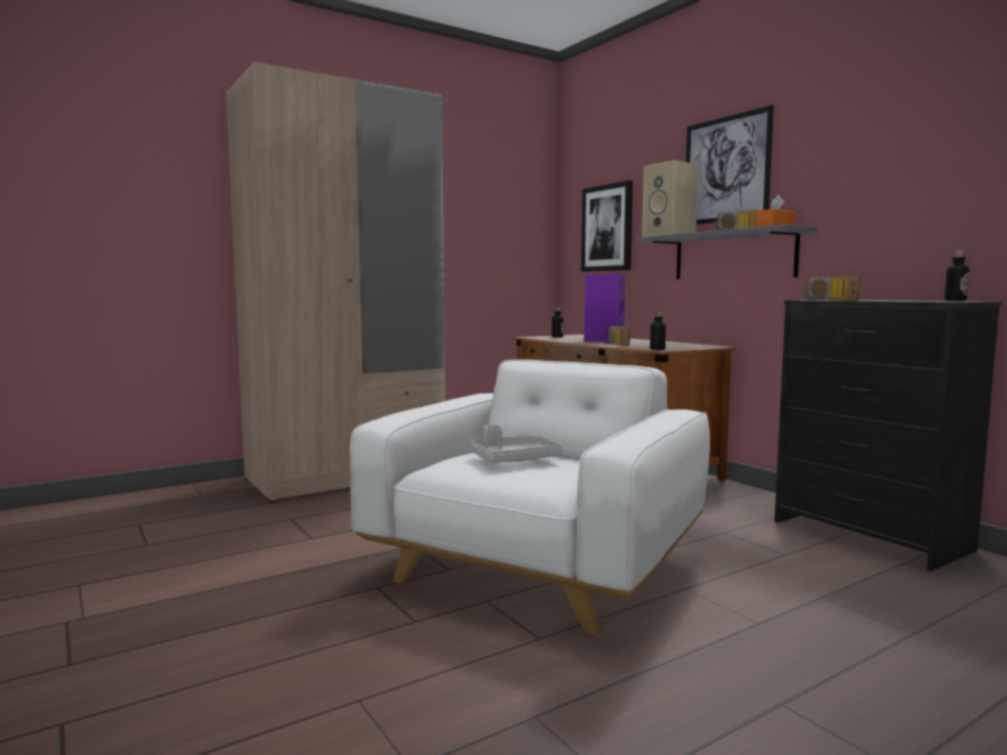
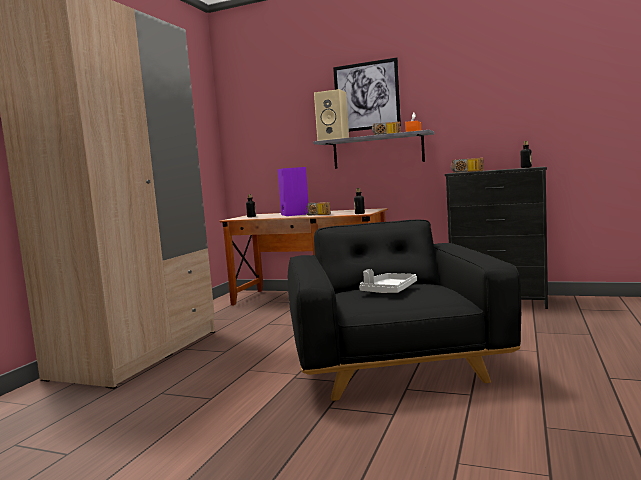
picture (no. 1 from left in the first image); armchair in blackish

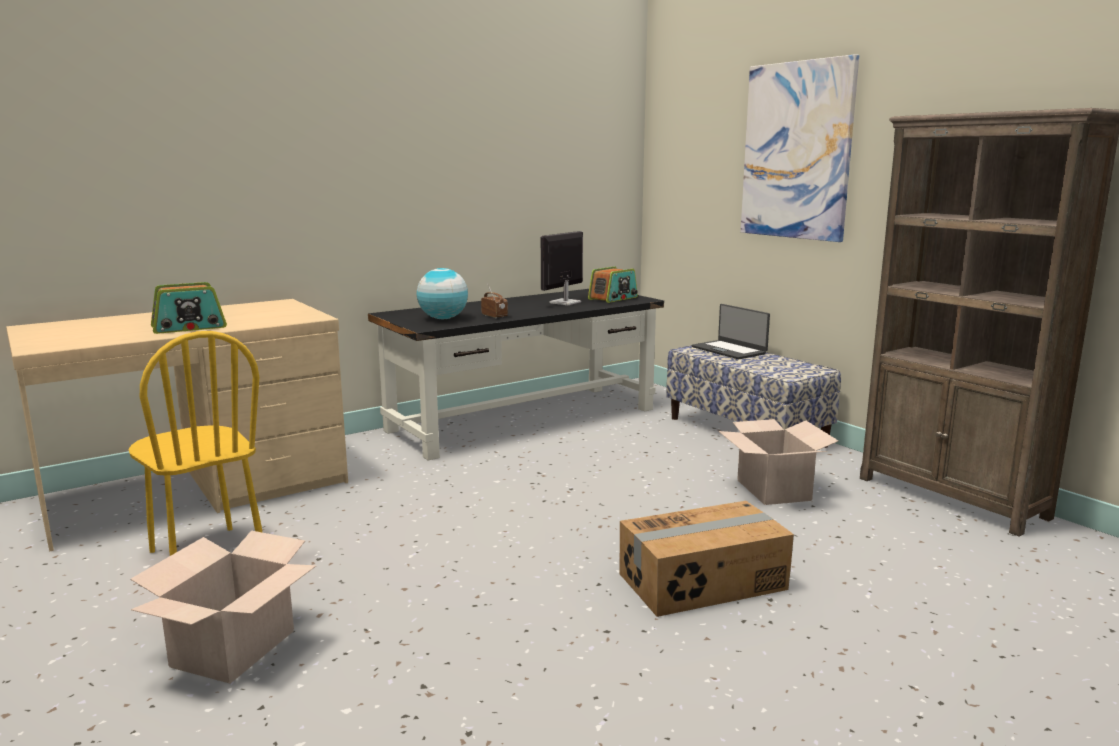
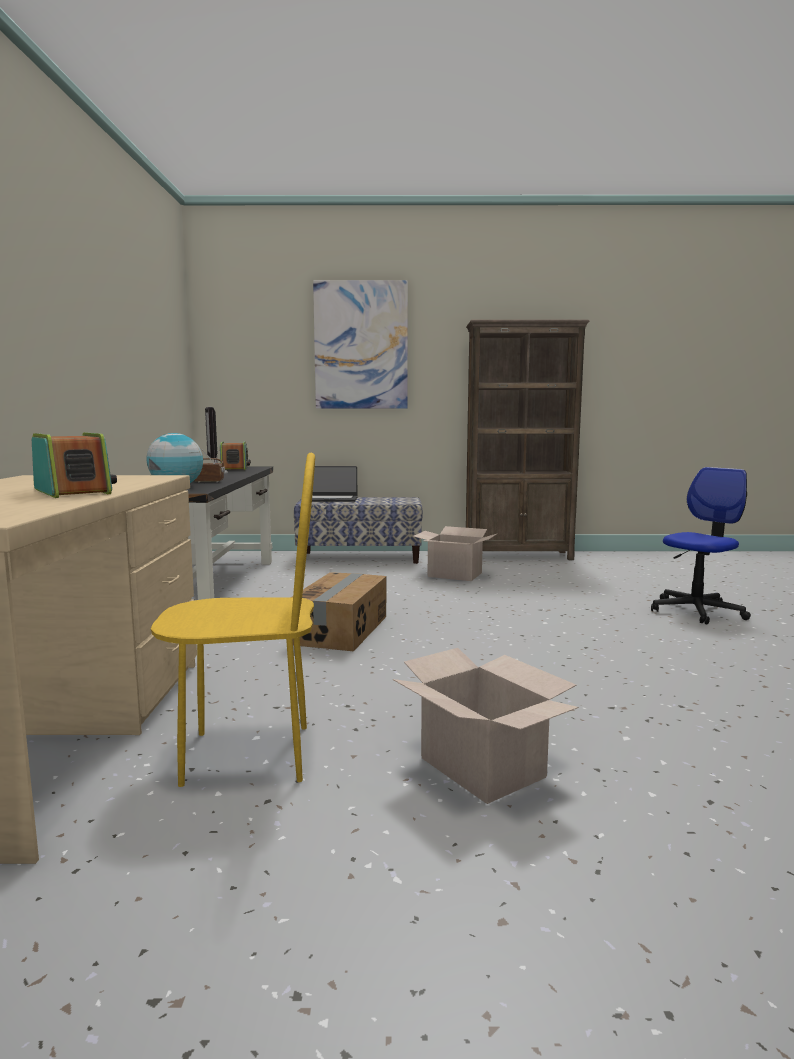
office chair; packing box (no. 1 from left); radio (no. 1 from left)

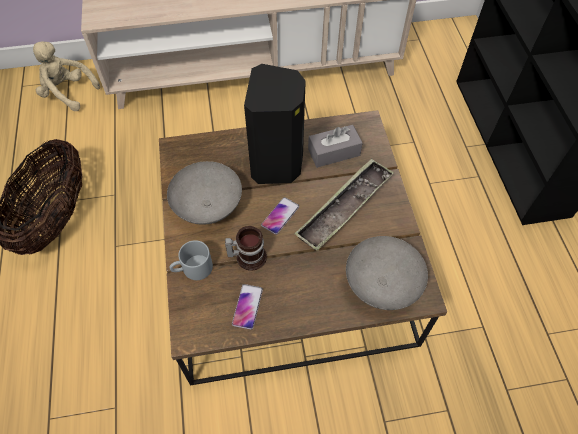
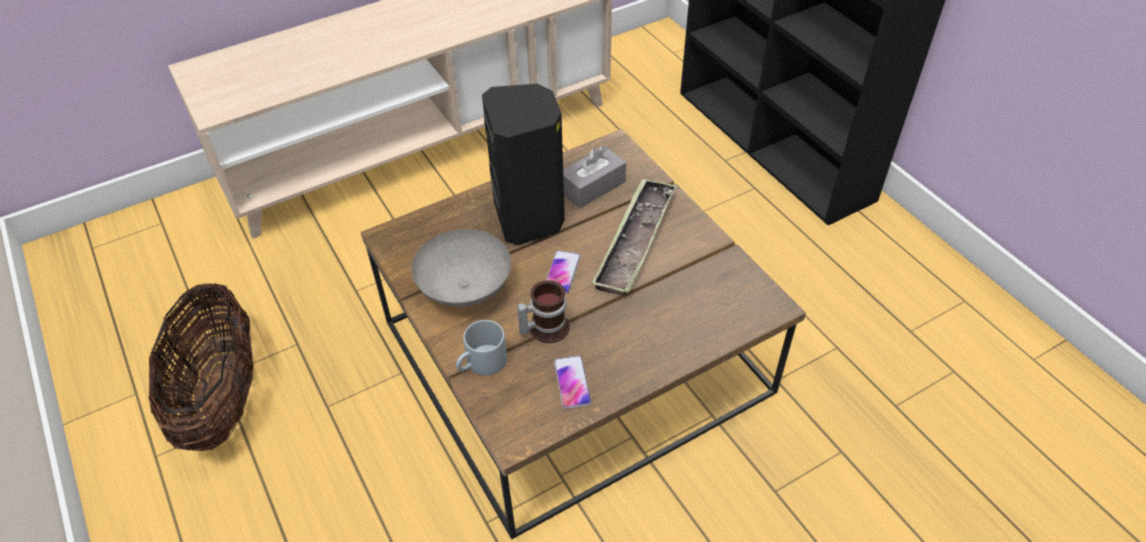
plush toy in beige-coloured; deep dish in gray (no. 2 from left in the first image)

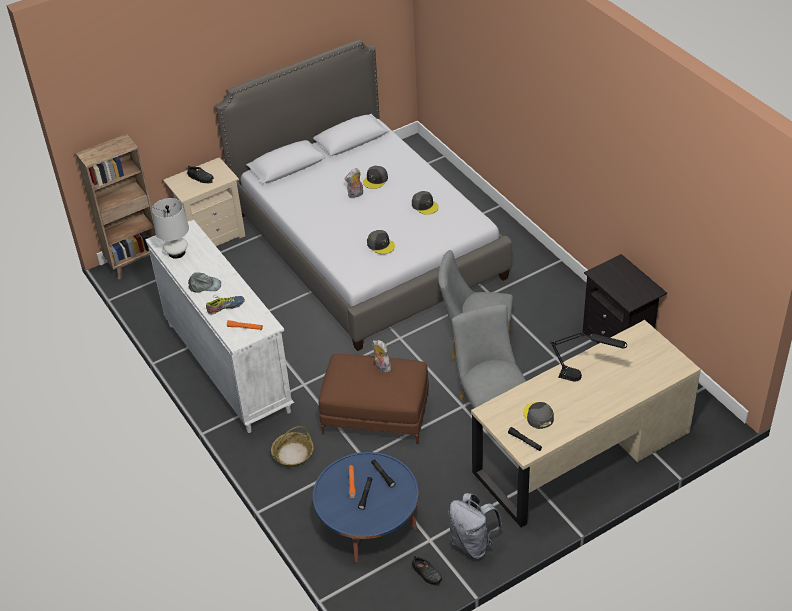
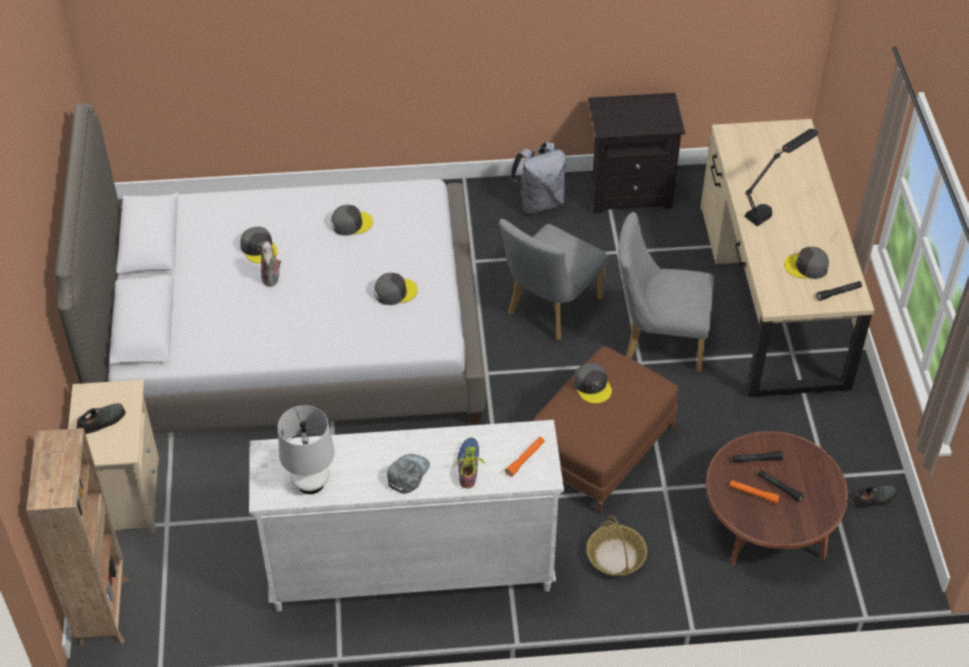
knapsack in gray; cap in gray (no. 5 from left); low table in brown-coloured

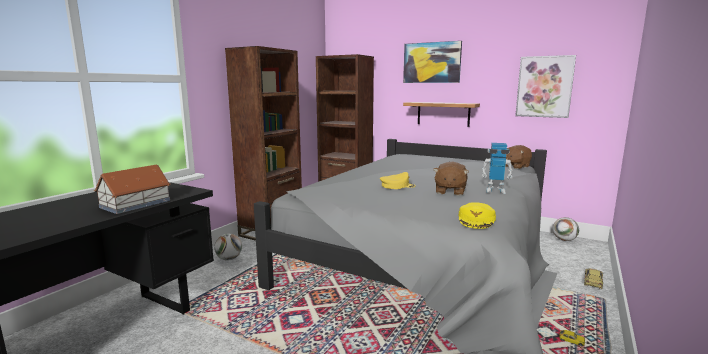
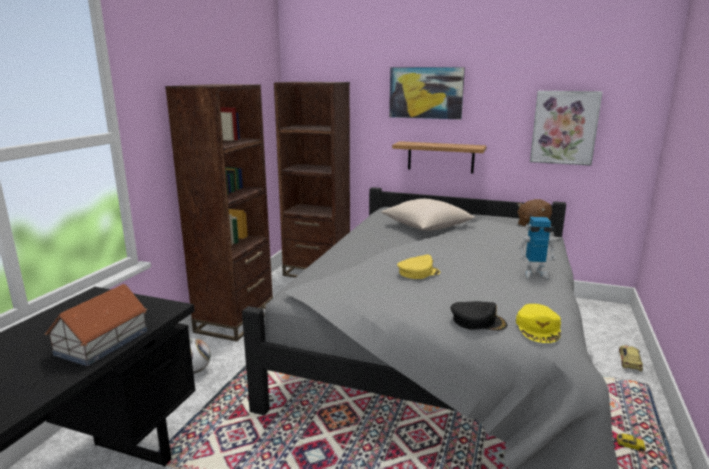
plush toy in brown-coloured (no. 1 from left in the first image); ball for football (no. 2 from left in the first image); throw pillow in beige-coloured; cap in blackish

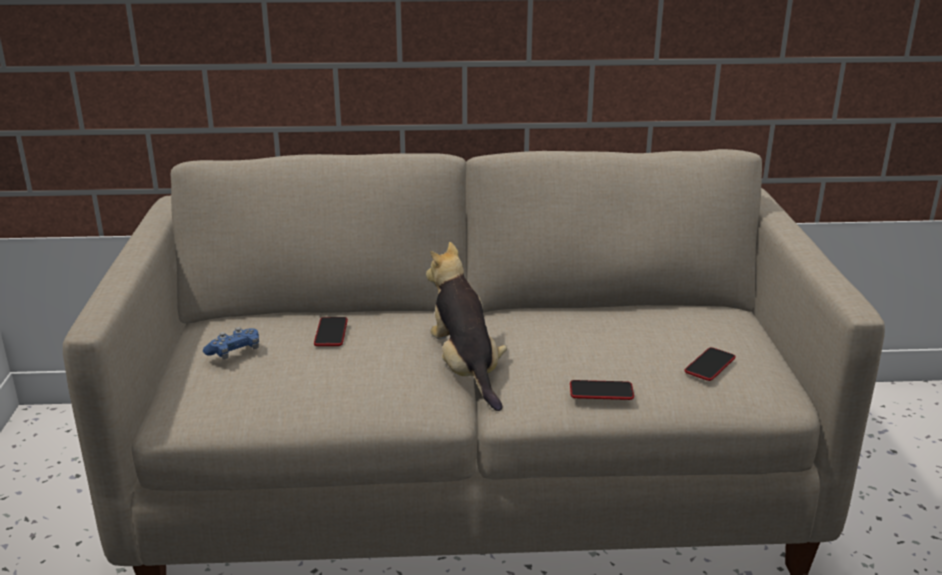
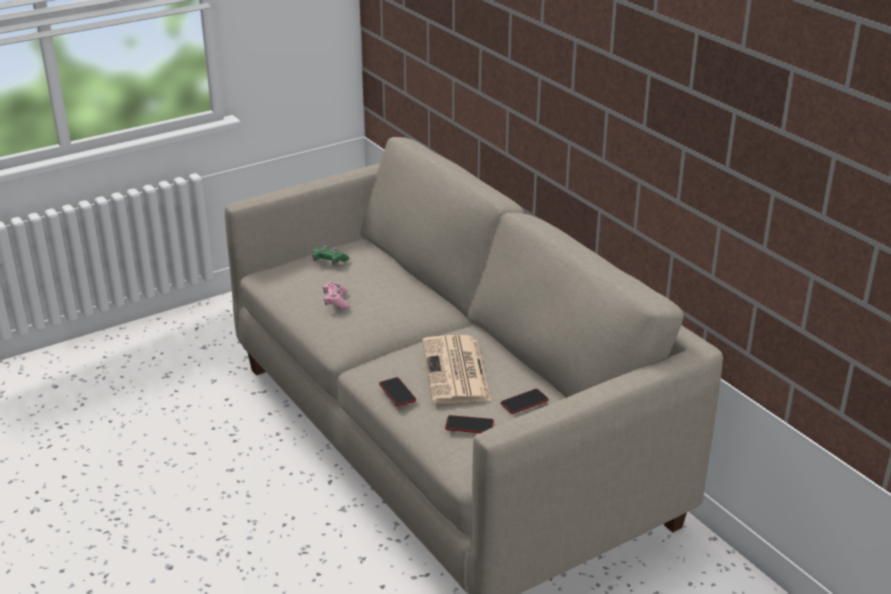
plush toy; game controller in pink-coloured; daily paper; phone (no. 3 from left); game controller in green

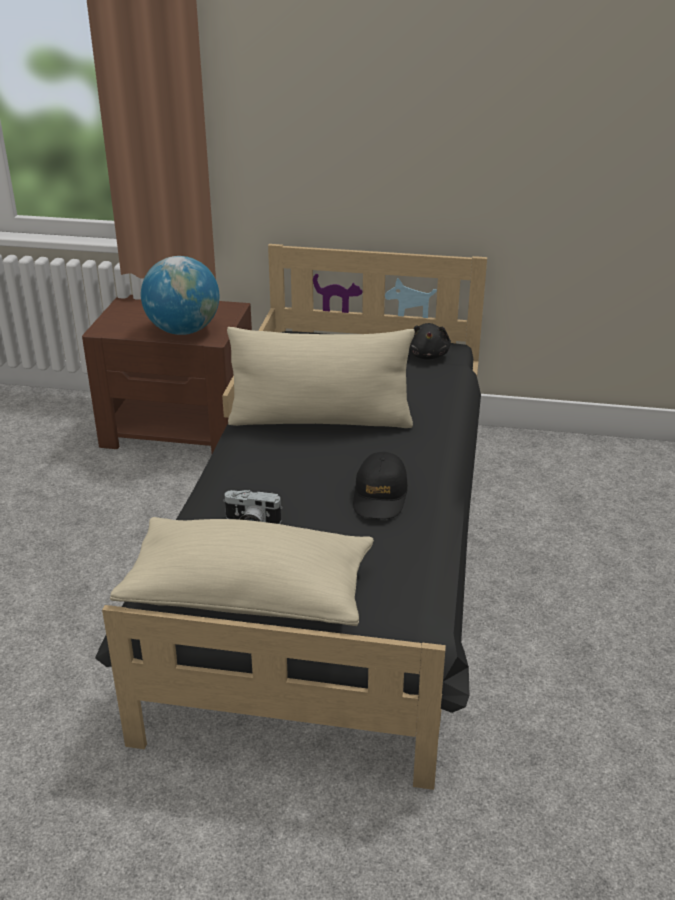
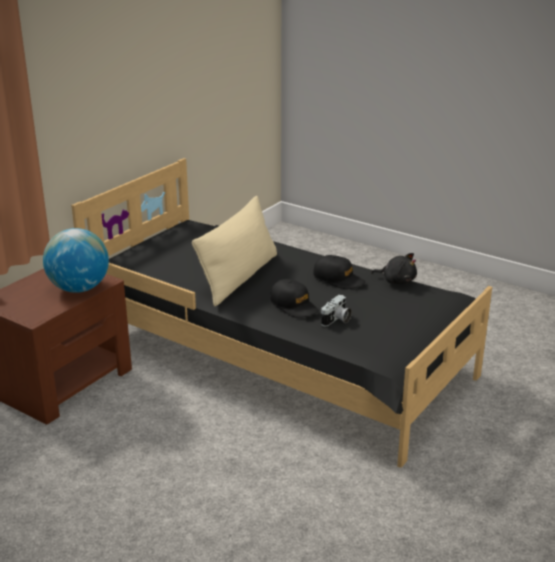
throw pillow in beige-coloured (no. 1 from left in the first image); cap in blackish (no. 1 from left); plush toy in blackish

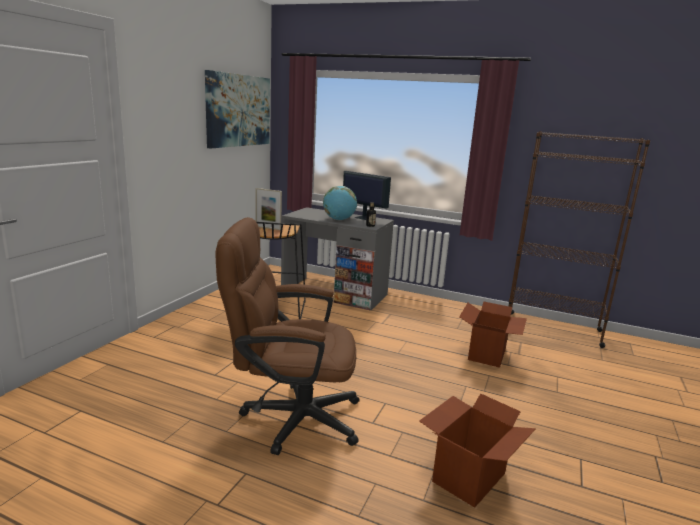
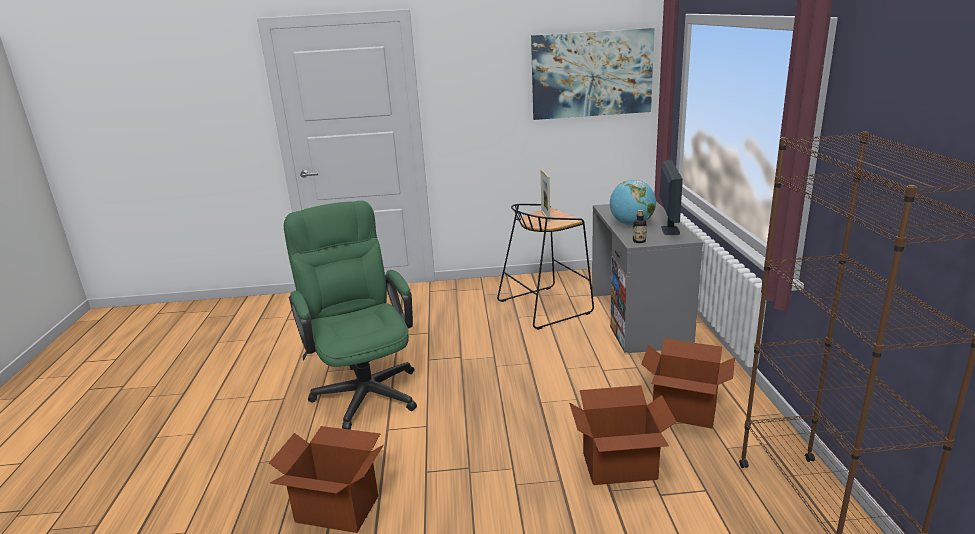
packing box (no. 3 from left); office chair in green

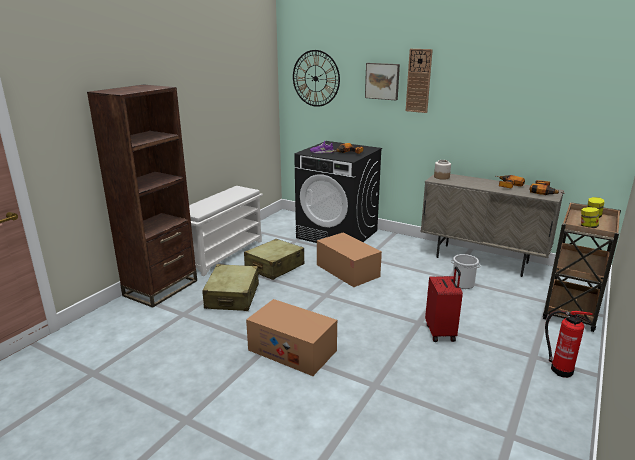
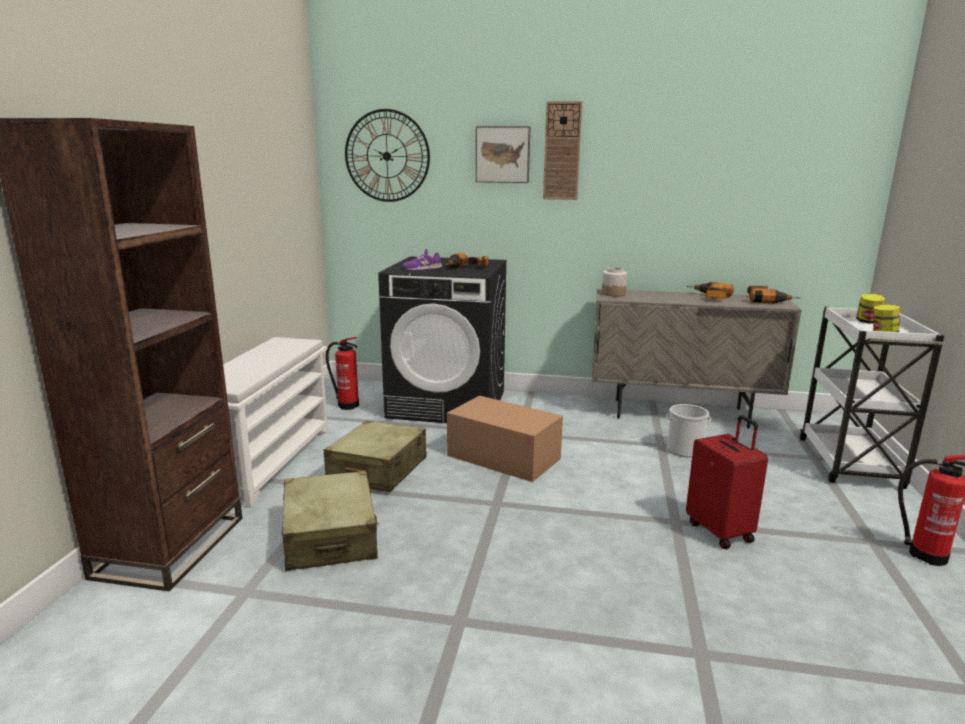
packing box (no. 1 from left in the first image); extinguisher (no. 1 from left); trolley in whitish

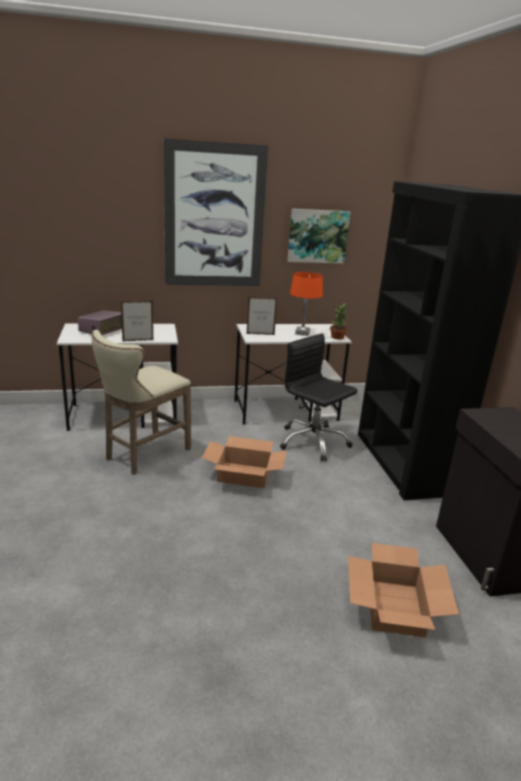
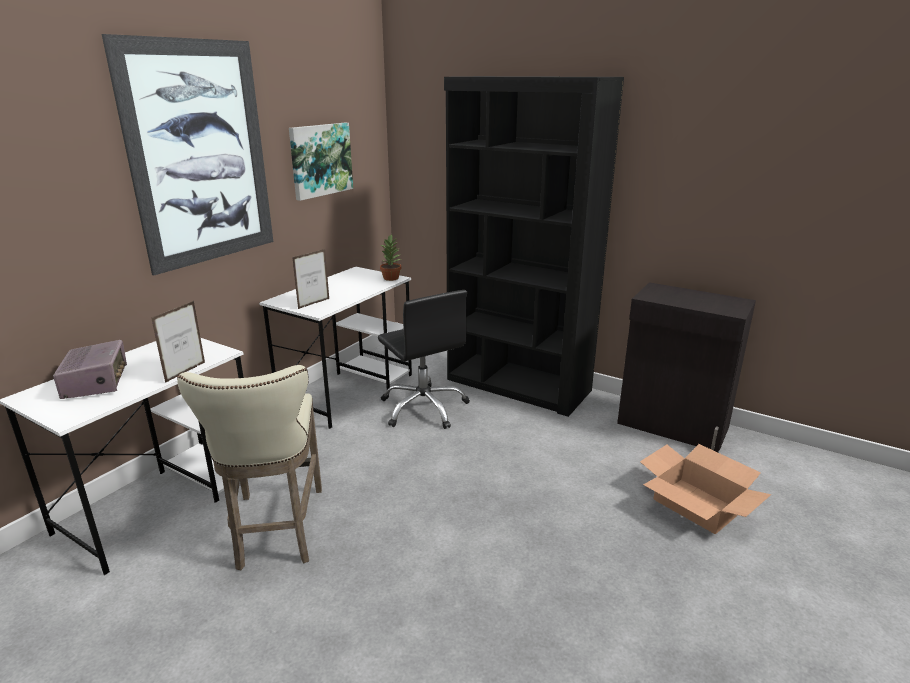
packing box (no. 1 from left in the first image); table lamp in orange-coloured; office chair in blackish

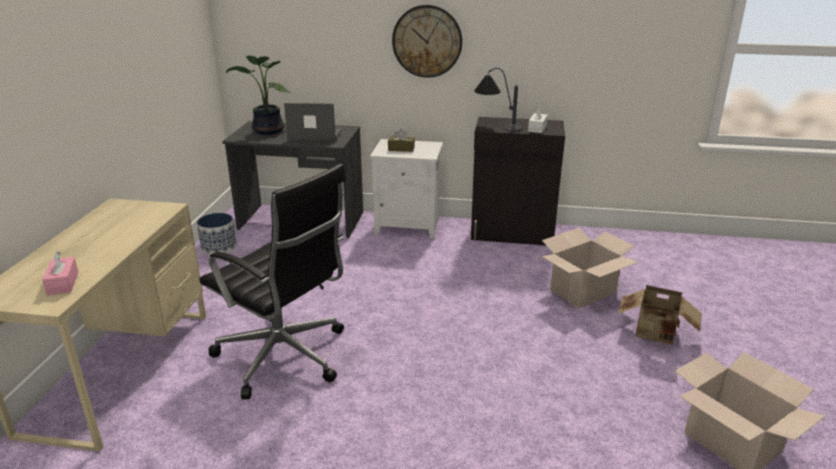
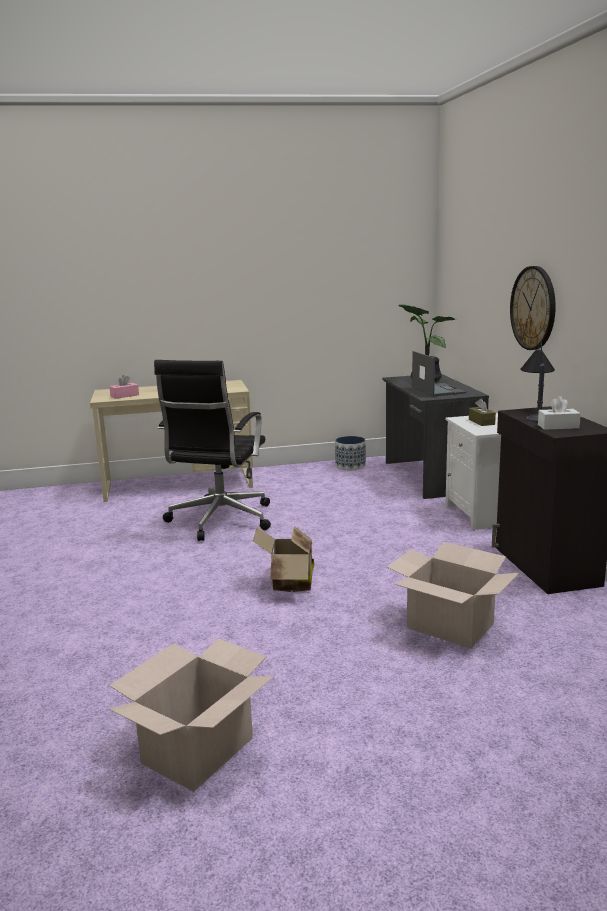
packing box (no. 2 from left)

